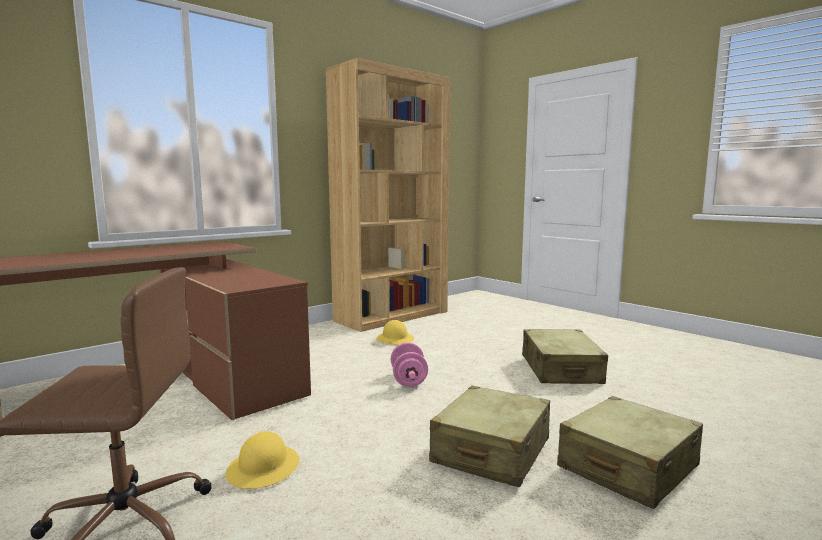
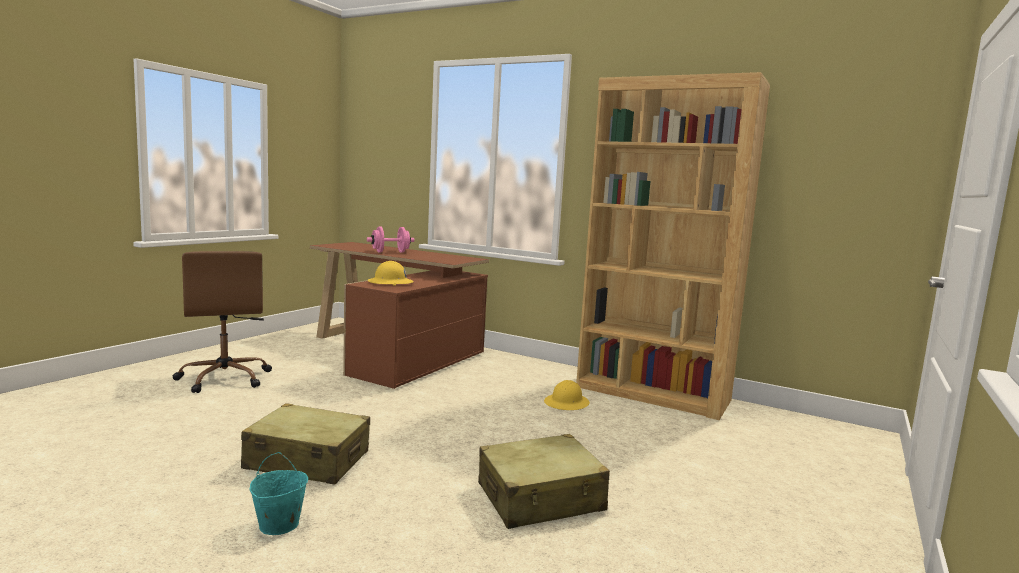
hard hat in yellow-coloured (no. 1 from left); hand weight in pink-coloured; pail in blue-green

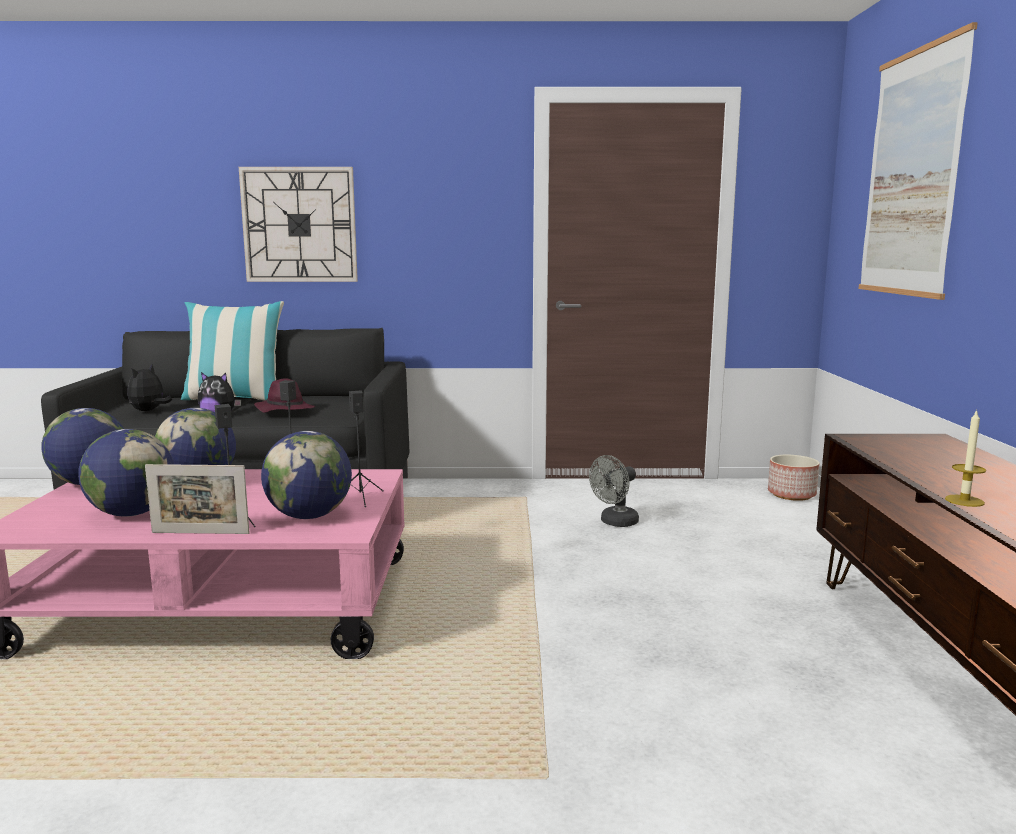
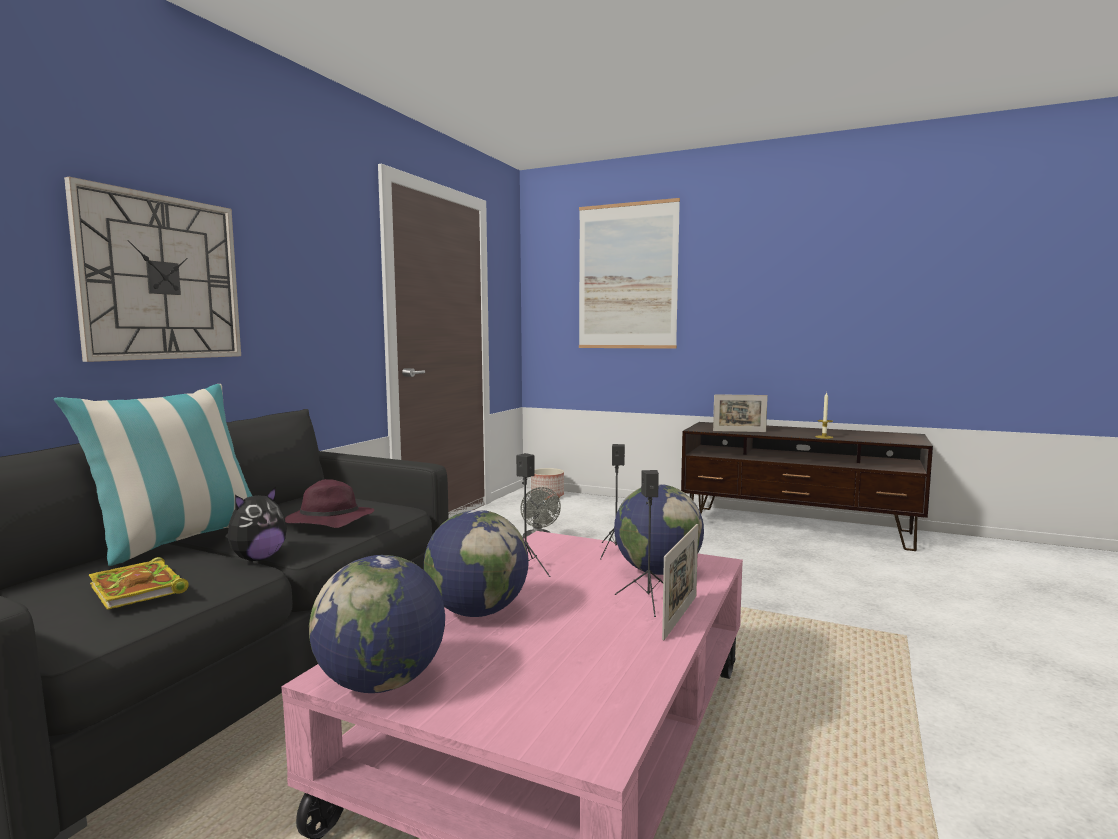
globe (no. 2 from left in the first image); standing frame (no. 2 from left); volume

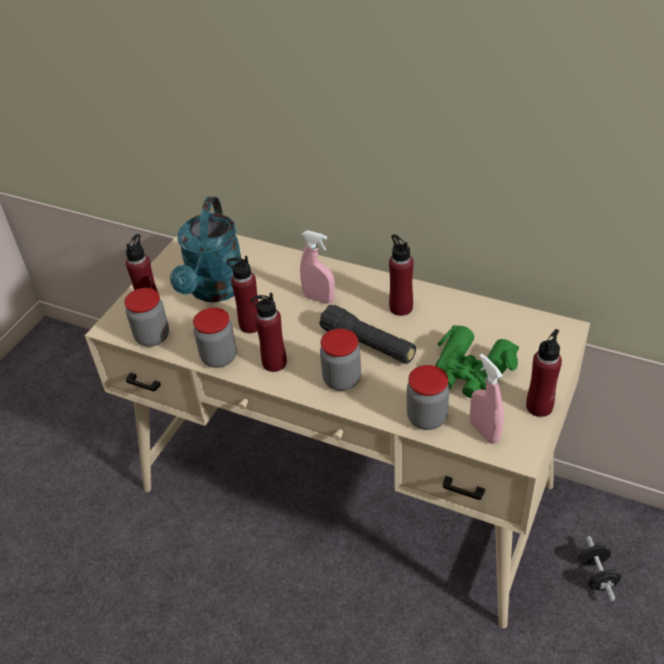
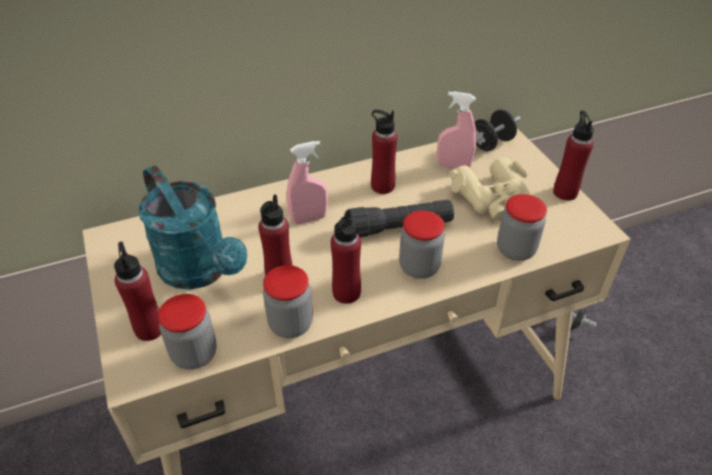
hand weight in blackish (no. 1 from left); sprayer in pink-coloured (no. 2 from left); field glasses in beige-coloured

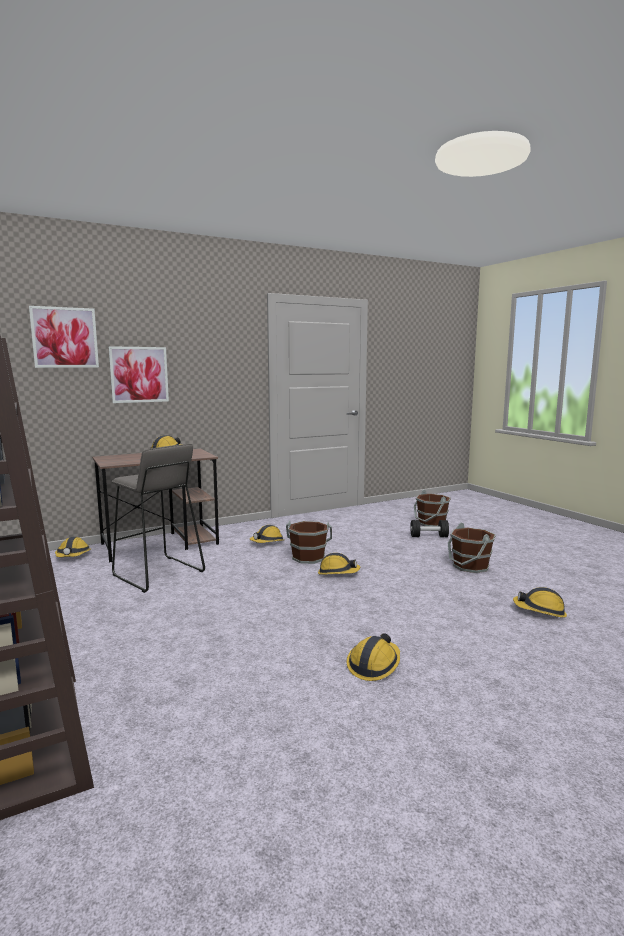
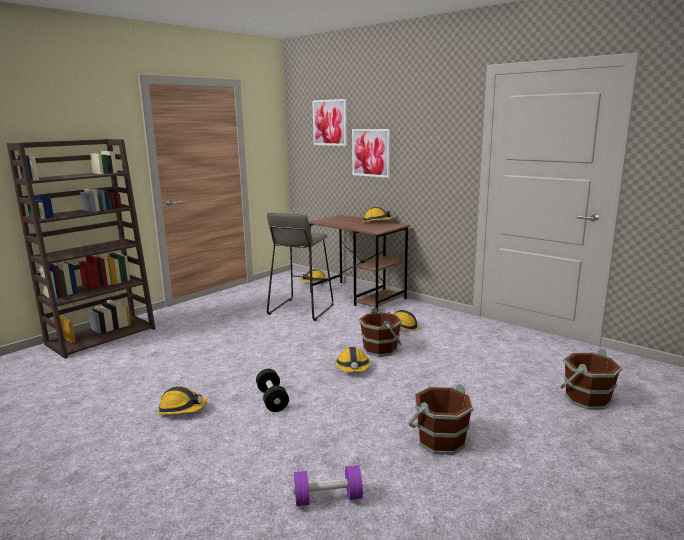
hand weight in blackish; hand weight in purple

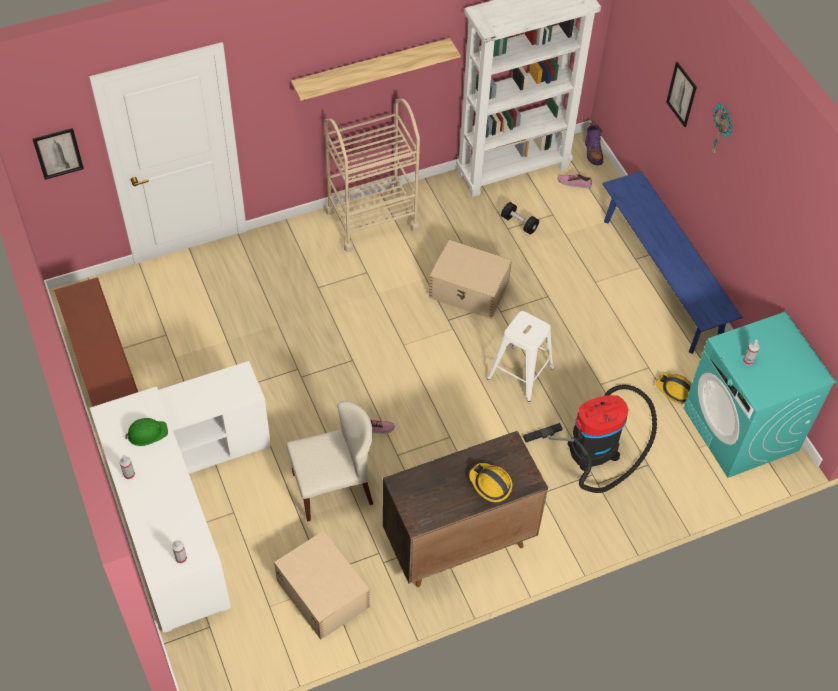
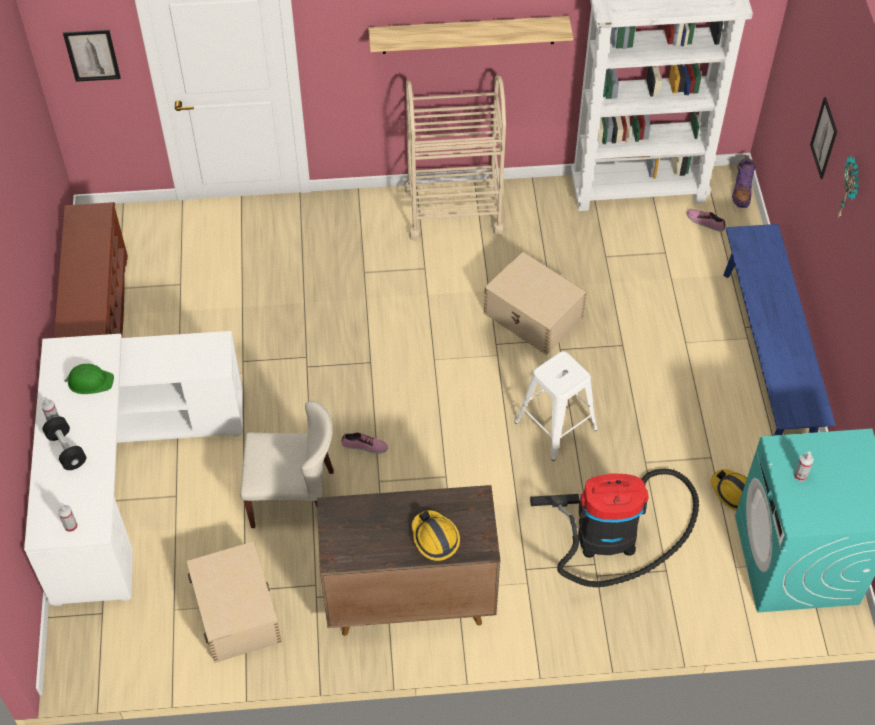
hand weight in blackish

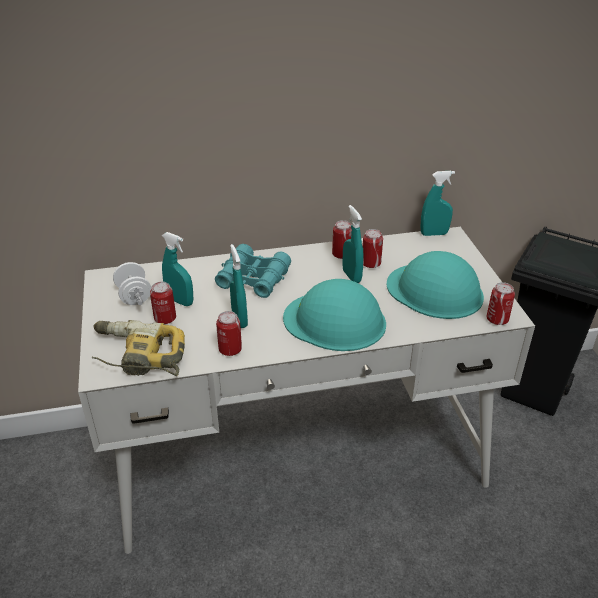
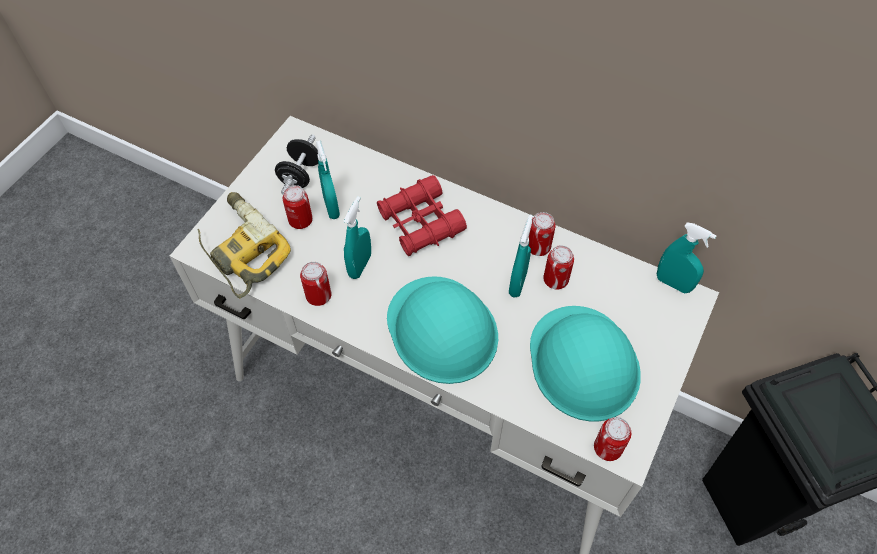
hand weight in blackish; field glasses in red-coloured

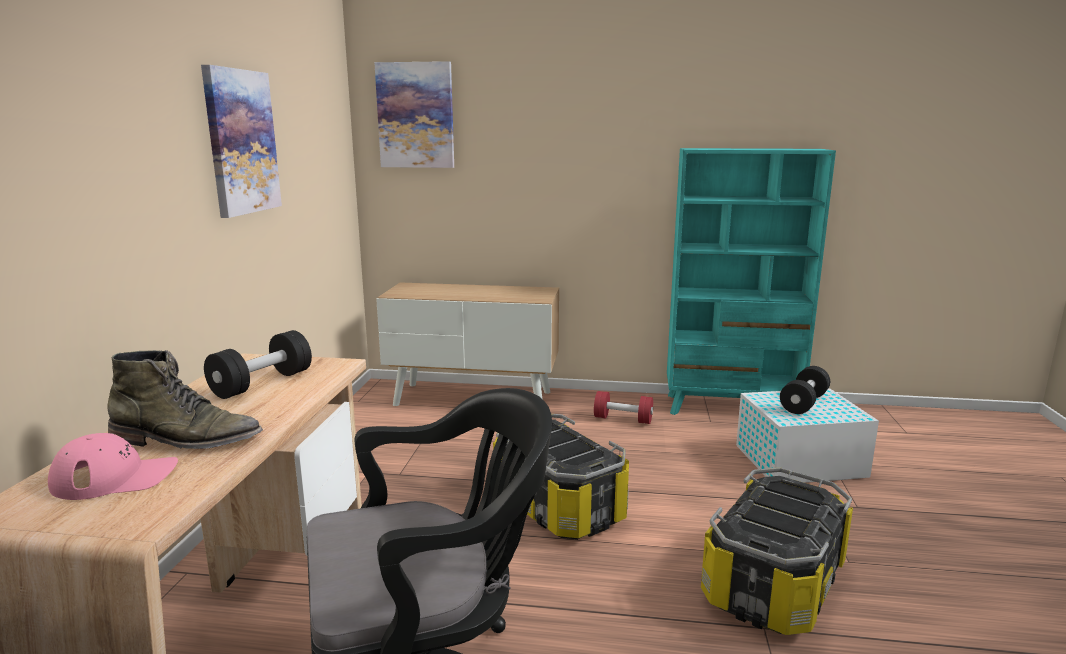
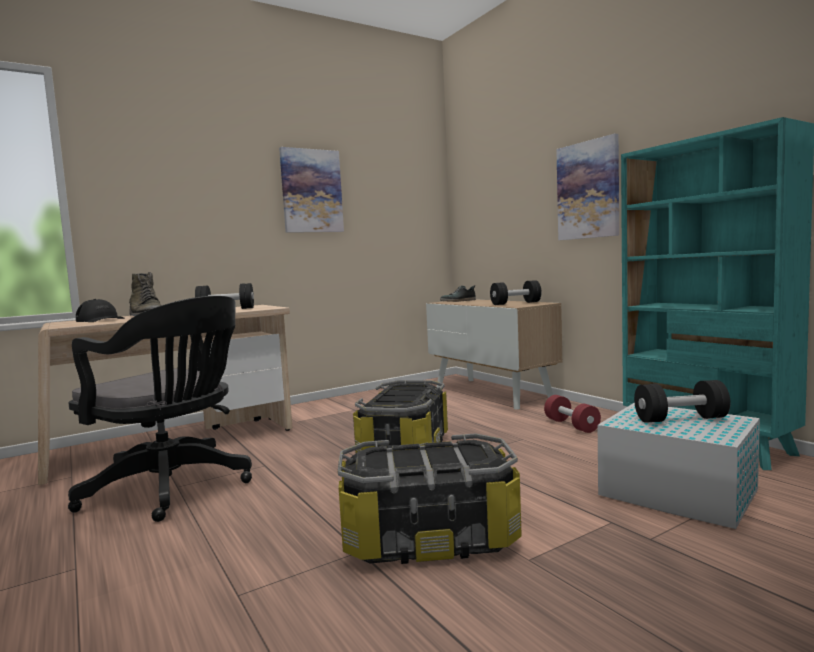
shoe; hand weight in blackish (no. 2 from left); picture (no. 2 from left); cap in blackish

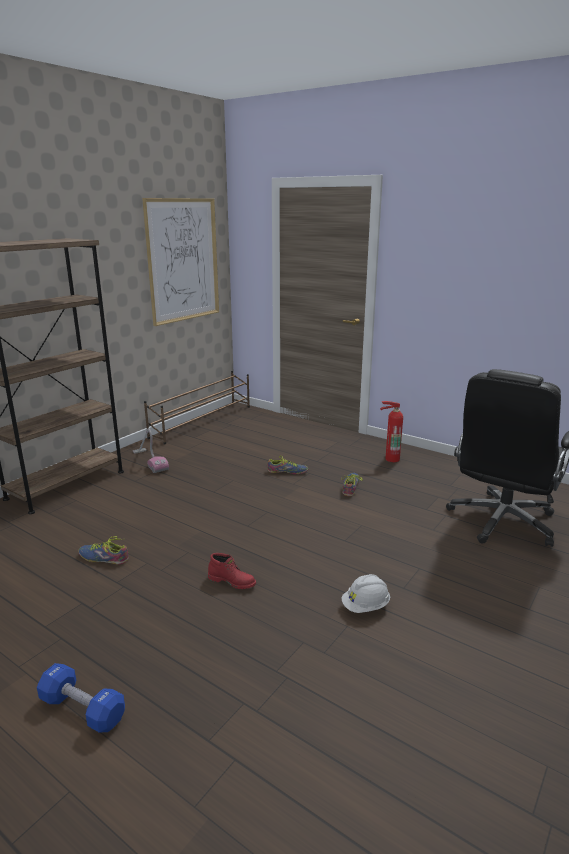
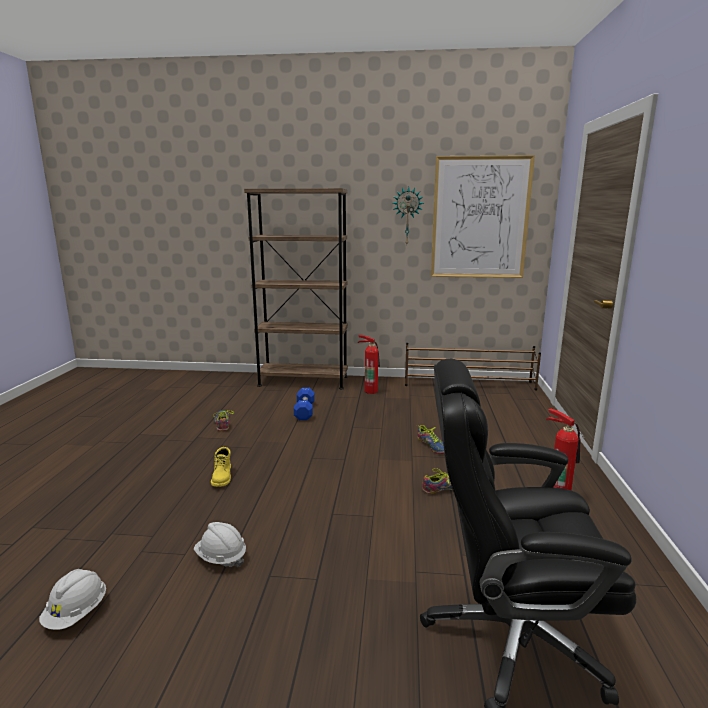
hard hat in whitish (no. 1 from left); hanging clock; hand weight in blue-coloured; extinguisher (no. 1 from left); high-top boot in yellow-coloured

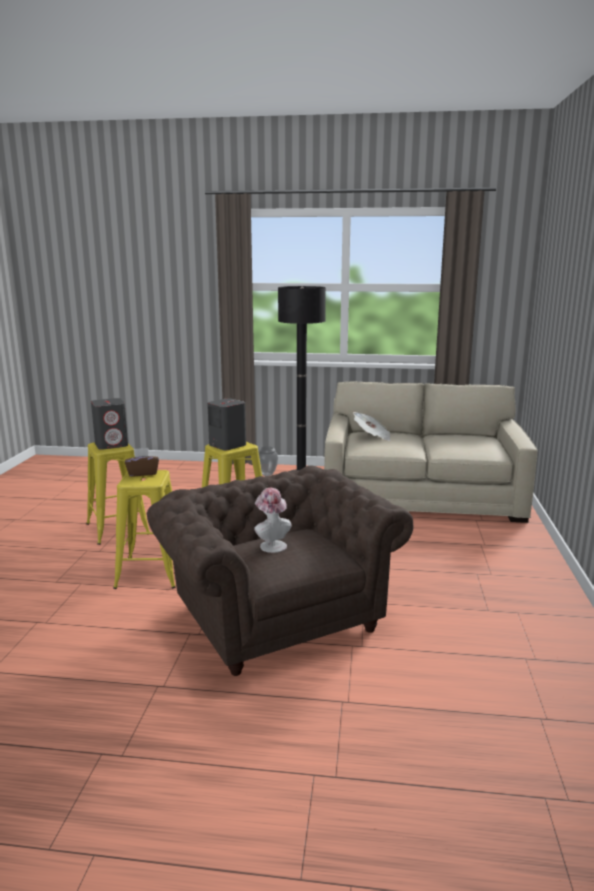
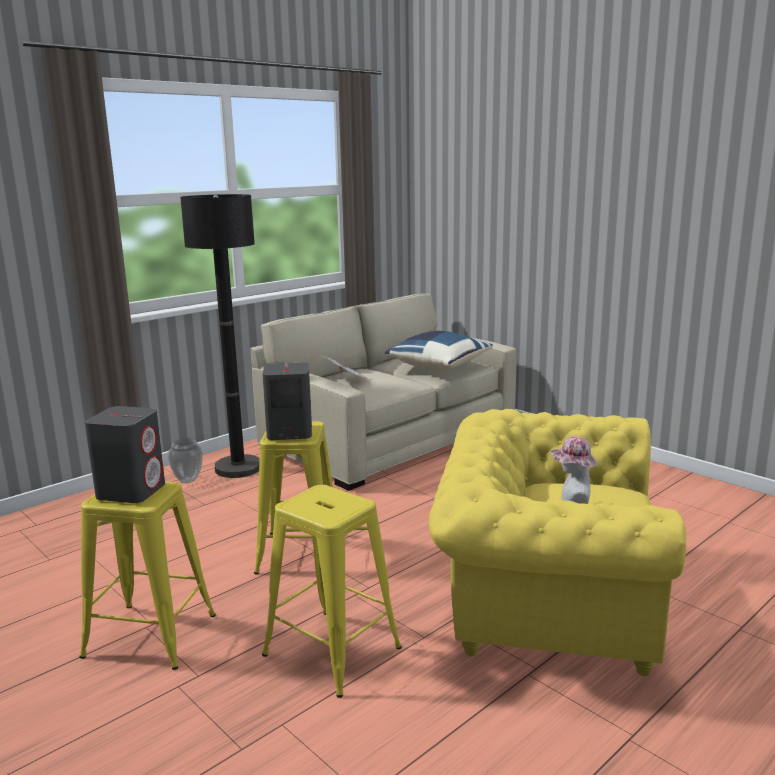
box of tissues in brown-coloured; throw pillow in blue-coloured; armchair in yellow-coloured

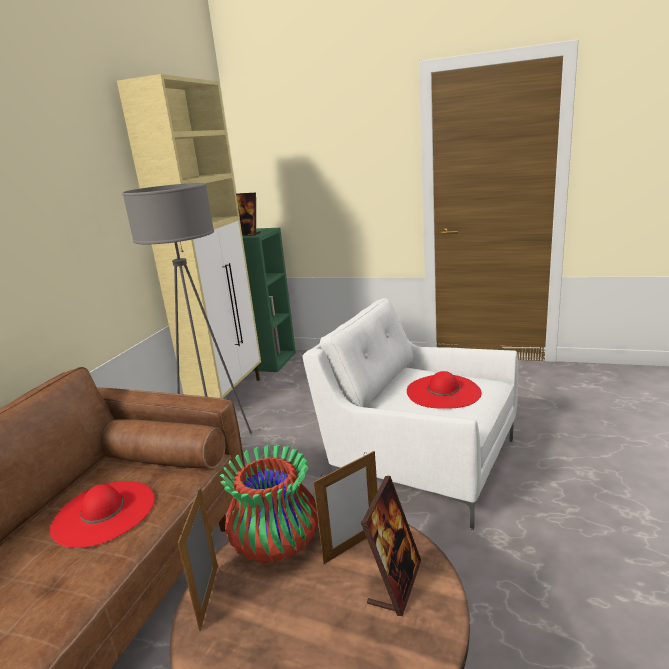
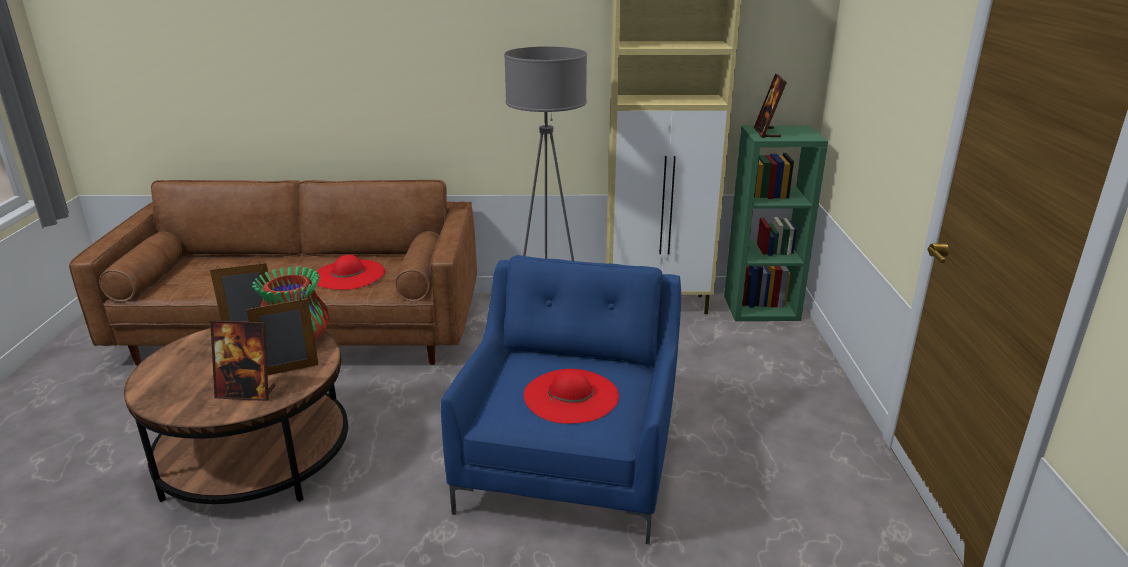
armchair in blue-coloured; standing frame (no. 3 from left)

